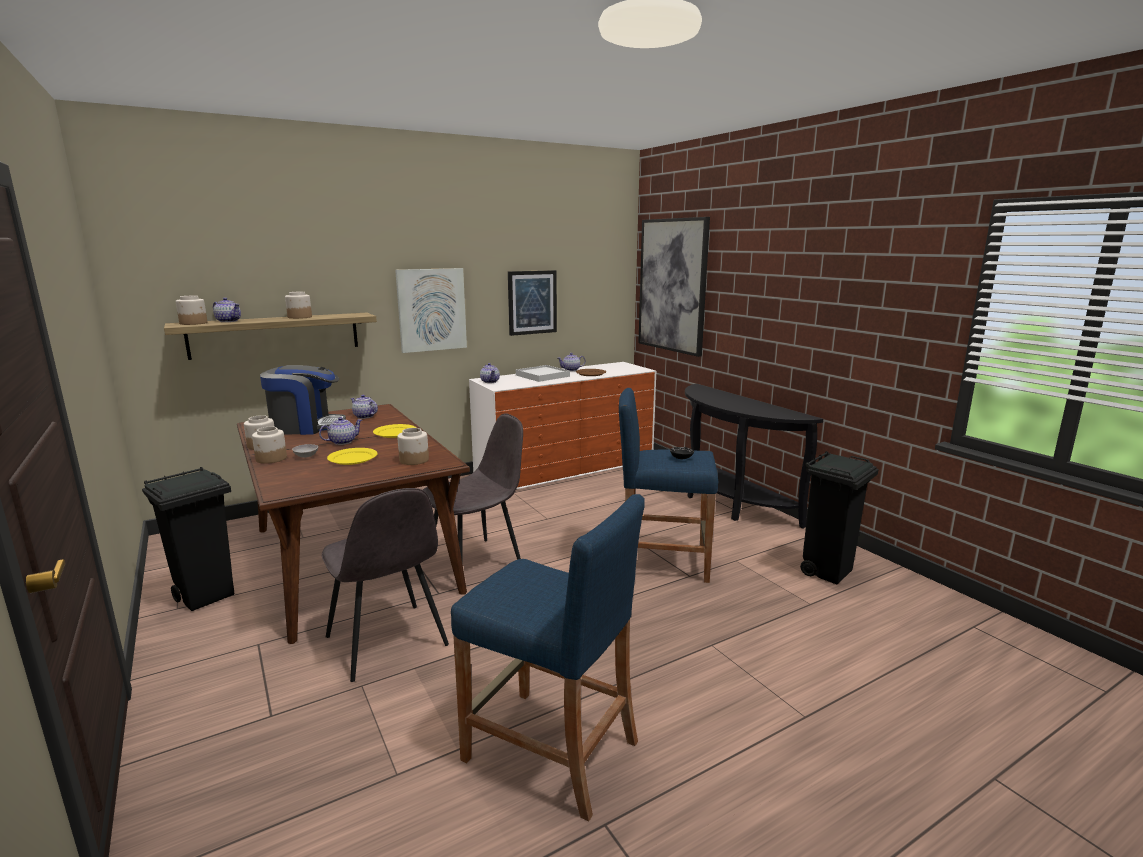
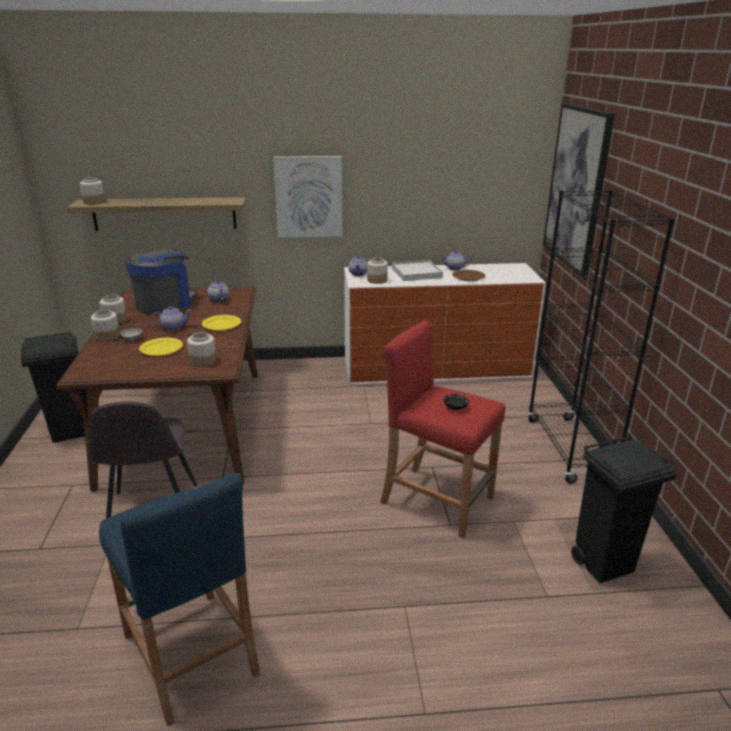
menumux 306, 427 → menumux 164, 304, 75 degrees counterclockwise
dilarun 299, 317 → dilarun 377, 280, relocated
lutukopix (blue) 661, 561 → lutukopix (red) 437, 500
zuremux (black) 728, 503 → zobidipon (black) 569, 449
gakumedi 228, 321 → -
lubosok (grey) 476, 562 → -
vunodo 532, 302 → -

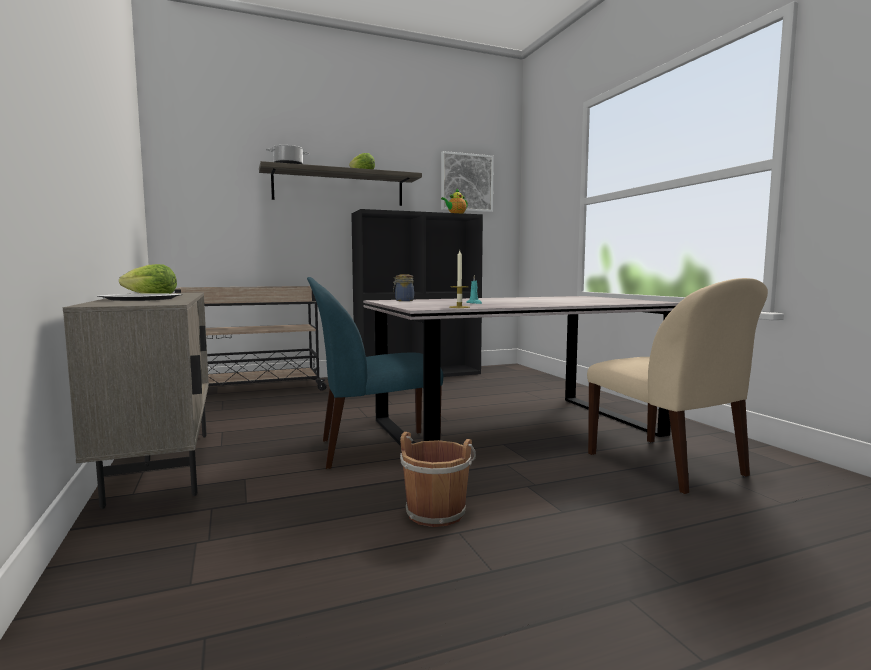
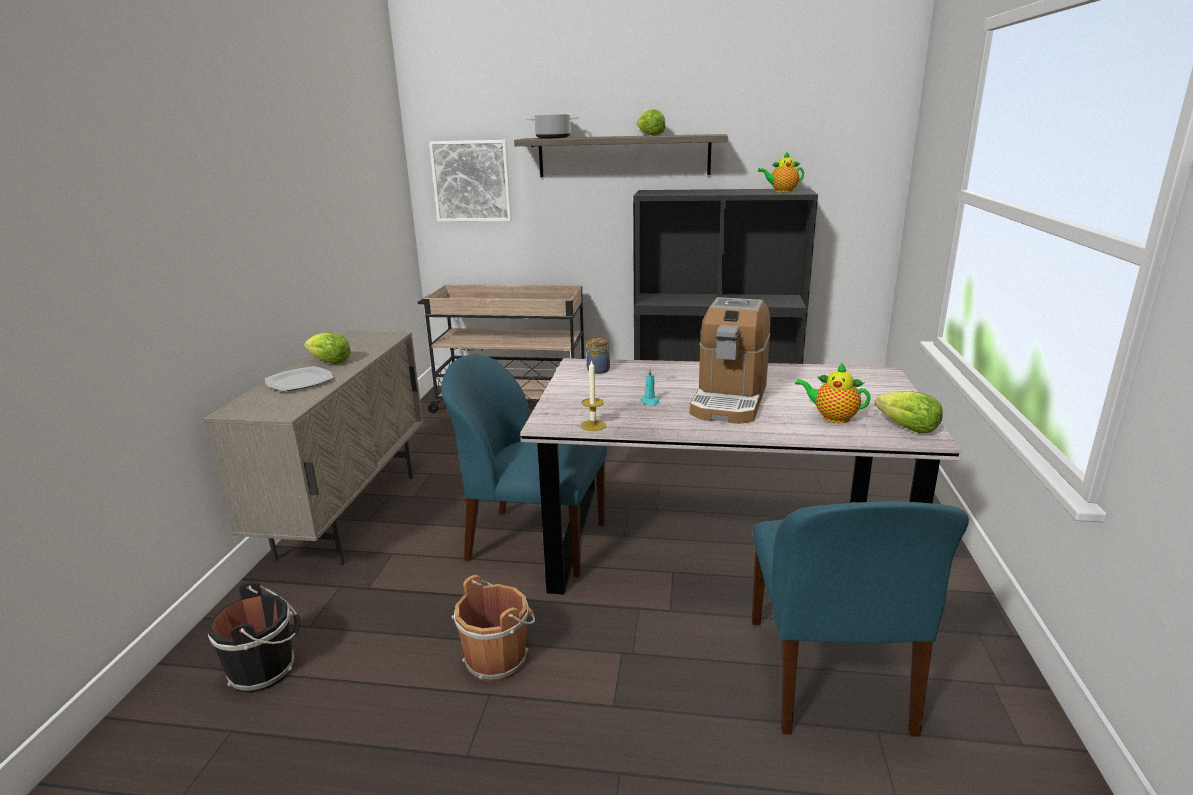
- → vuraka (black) 265, 669
vunodo 466, 182 → vunodo 472, 181, relocated
- → menumux 729, 400
lubosok (beige) 667, 465 → lubosok (blue) 829, 677
- → gakumedi 832, 417
- → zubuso 907, 428

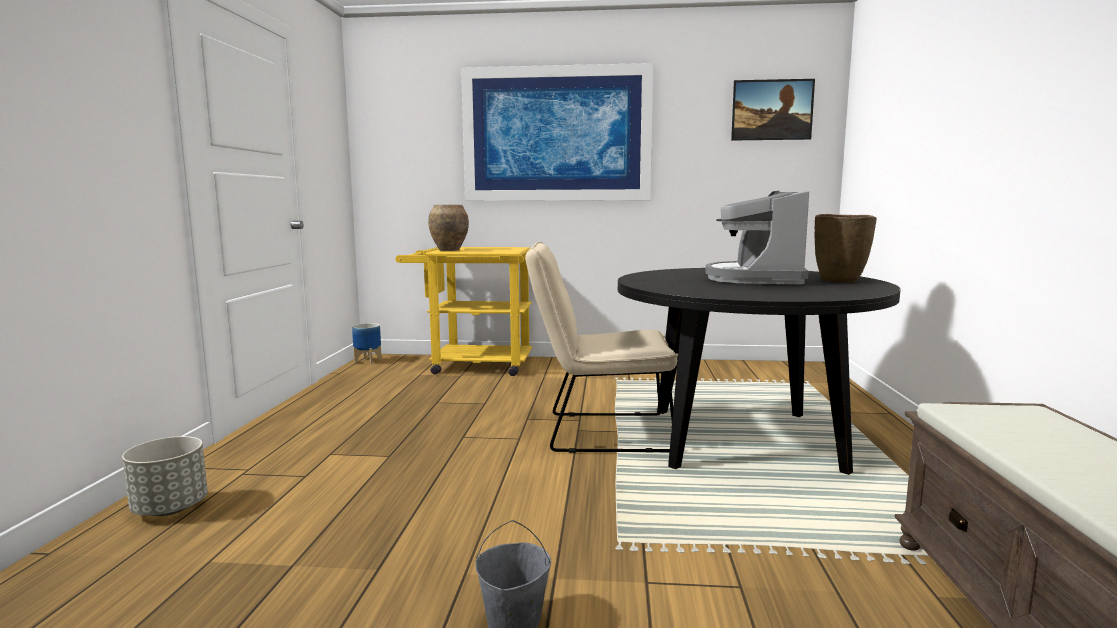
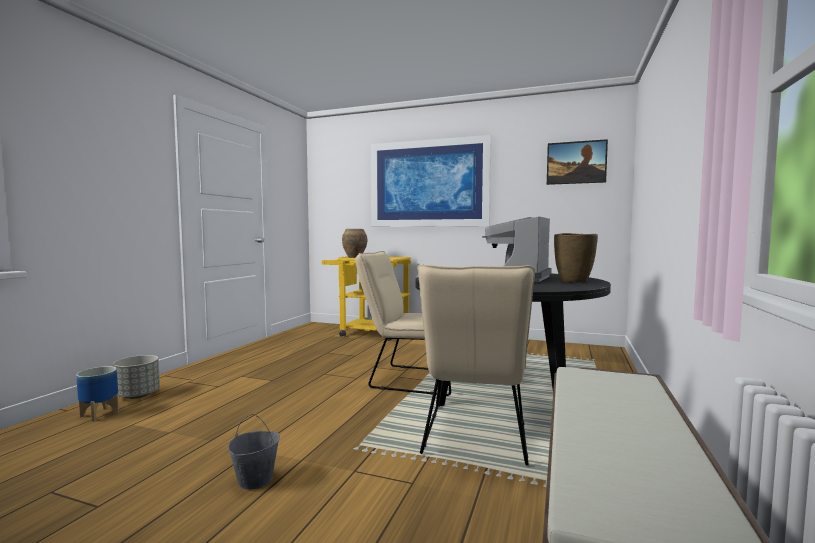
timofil 368, 361 → timofil 100, 414, relocated
- → lubosok (beige) 474, 438

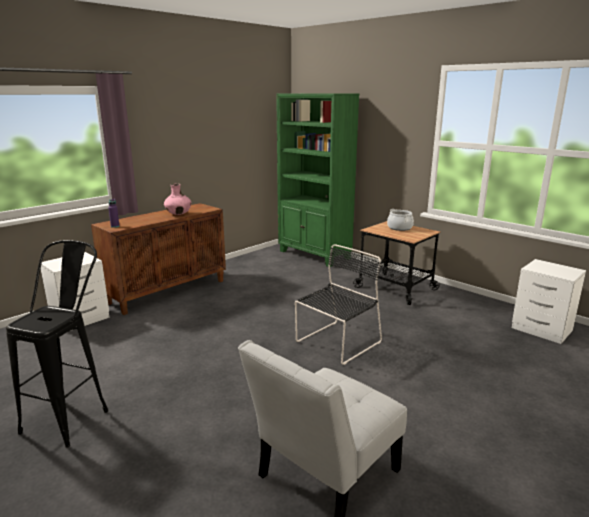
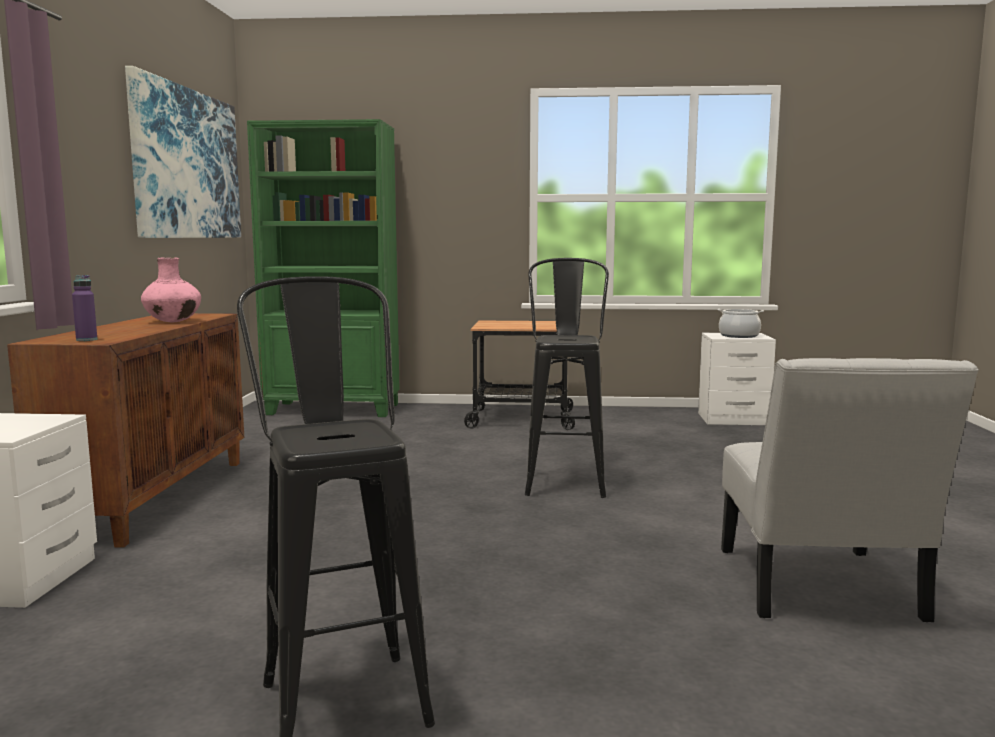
- → vunodo 187, 164
lubosok (black) 336, 343 → lutukopix (black) 565, 481
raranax 399, 228 → raranax 739, 336, relocated

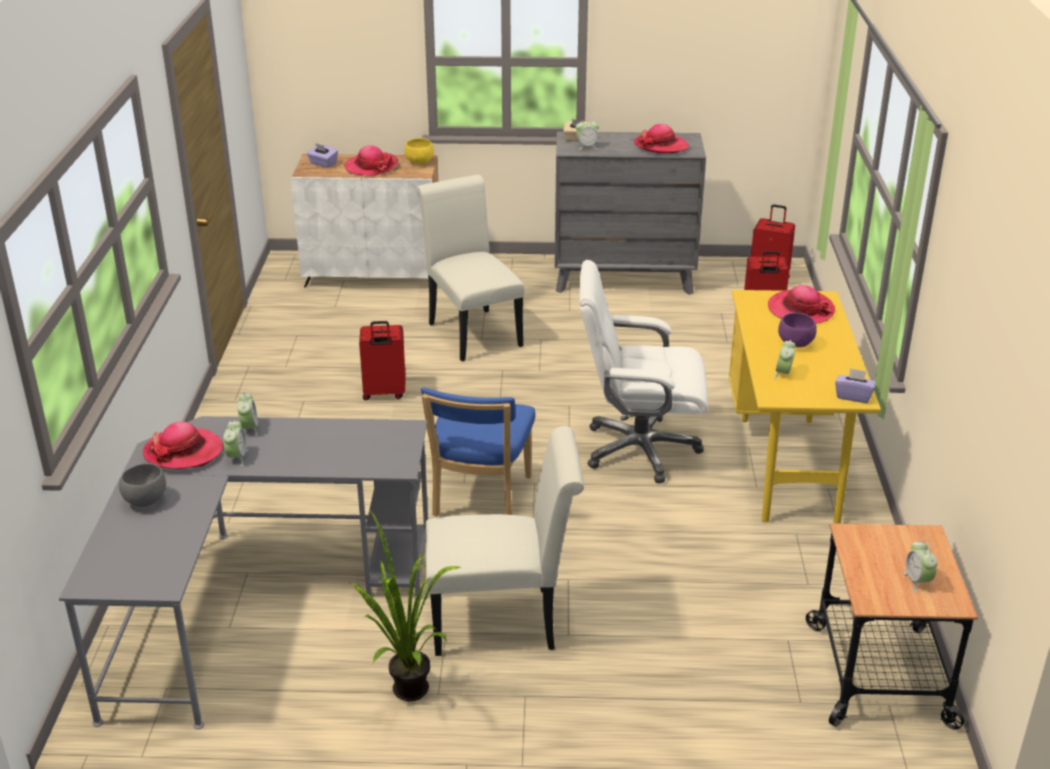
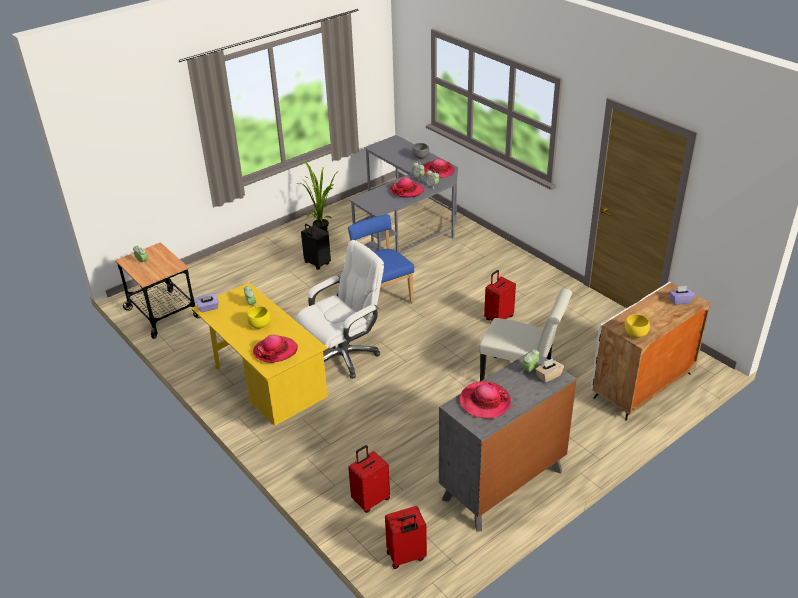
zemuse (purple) 796, 344 → zemuse (yellow) 259, 325
lubosok (white) 503, 621 → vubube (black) 316, 264
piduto 371, 166 → piduto 406, 191, relocated

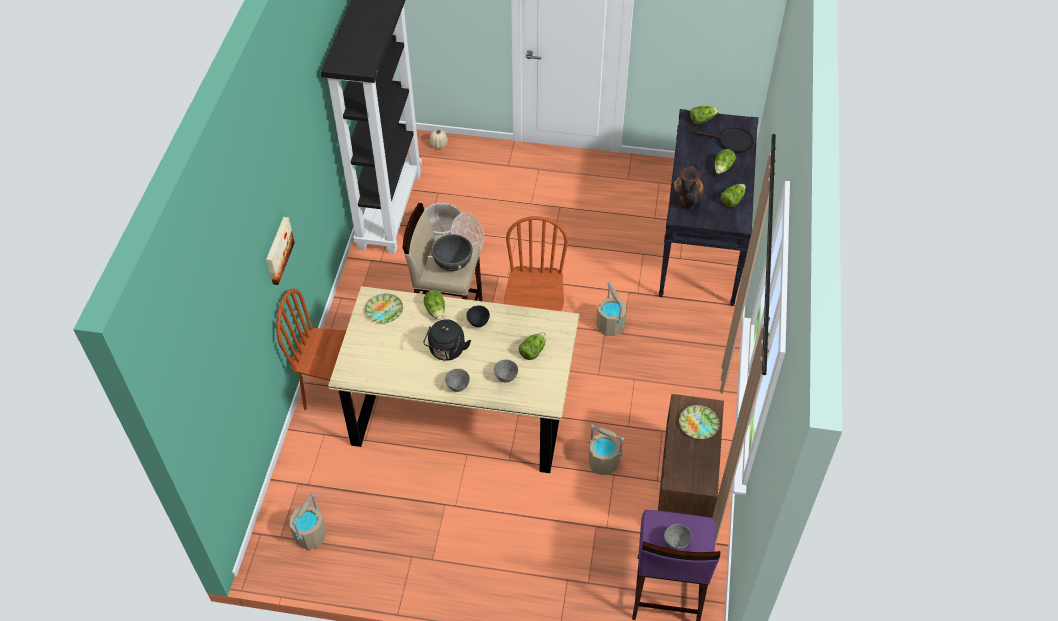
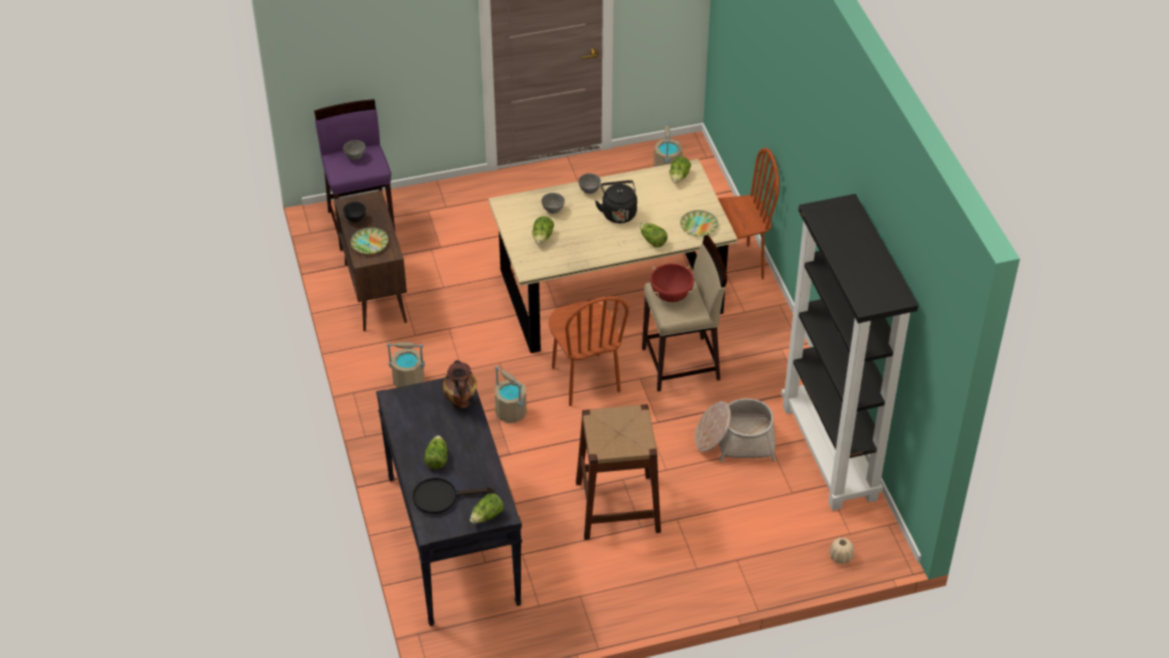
zemuse (black) 479, 323 → zemuse (black) 355, 219, relocated
vuraka (beige) 603, 462 → vuraka (beige) 408, 381, relocated
- → lutukopix (brown) 617, 507
raranax (black) 453, 264 → raranax (red) 671, 295
zubuso 732, 200 → zubuso 679, 177, relocated
vunodo 278, 250 → -

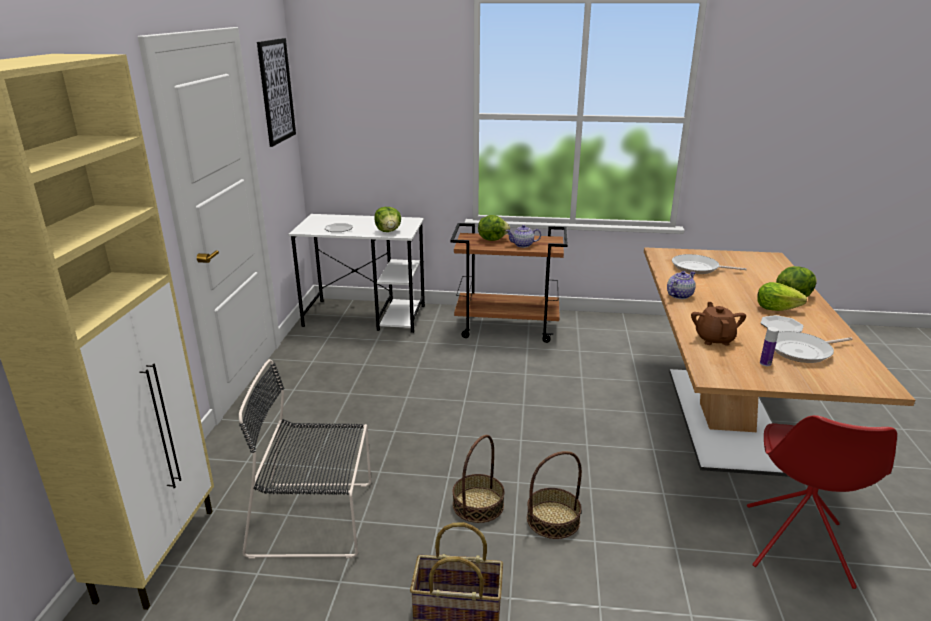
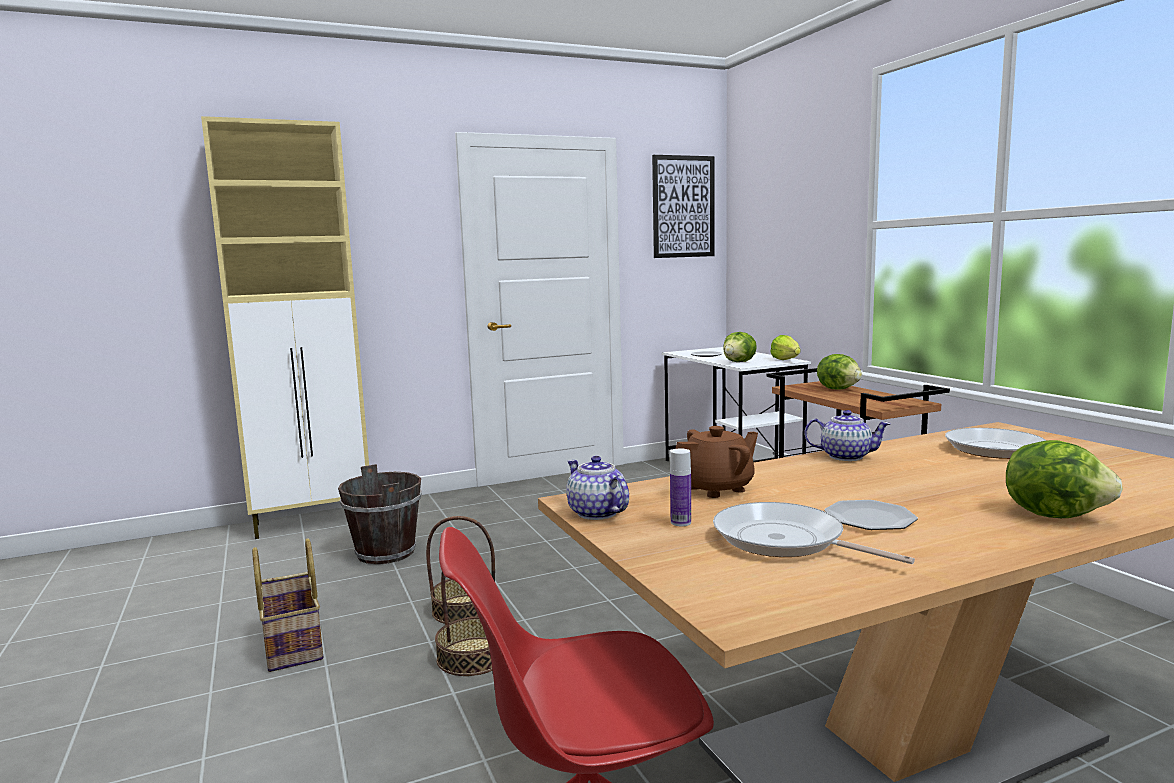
lubosok (black) 316, 518 → vuraka (brown) 386, 553
gakumedi 523, 245 → gakumedi 597, 513, relocated
zubuso 776, 309 → zubuso 786, 360, relocated

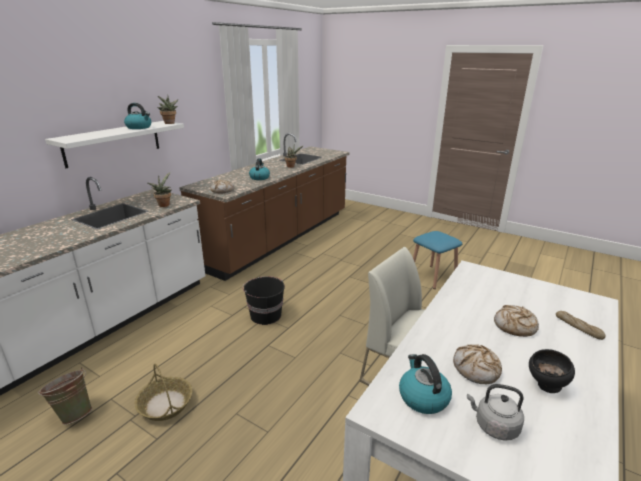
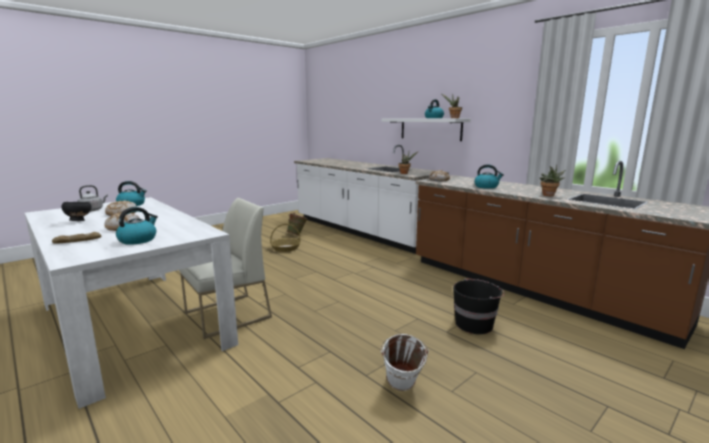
- → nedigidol 138, 240
lutukopix (blue) 432, 277 → vuraka (white) 402, 389
vuraka (black) 265, 315 → vuraka (black) 474, 324, relocated

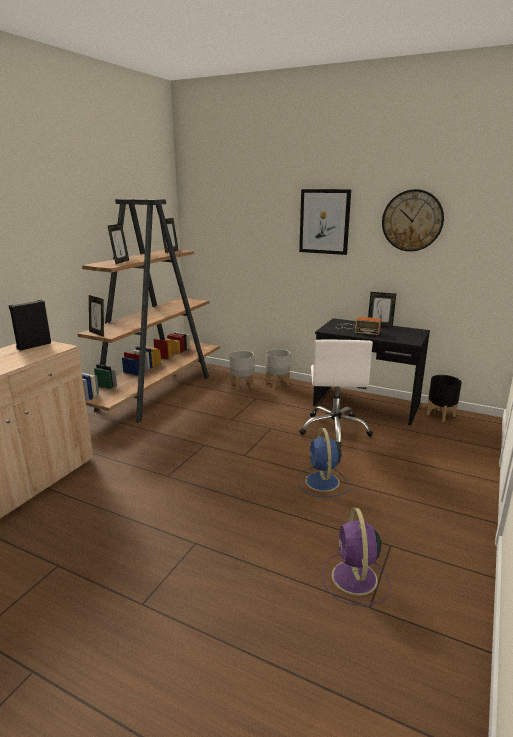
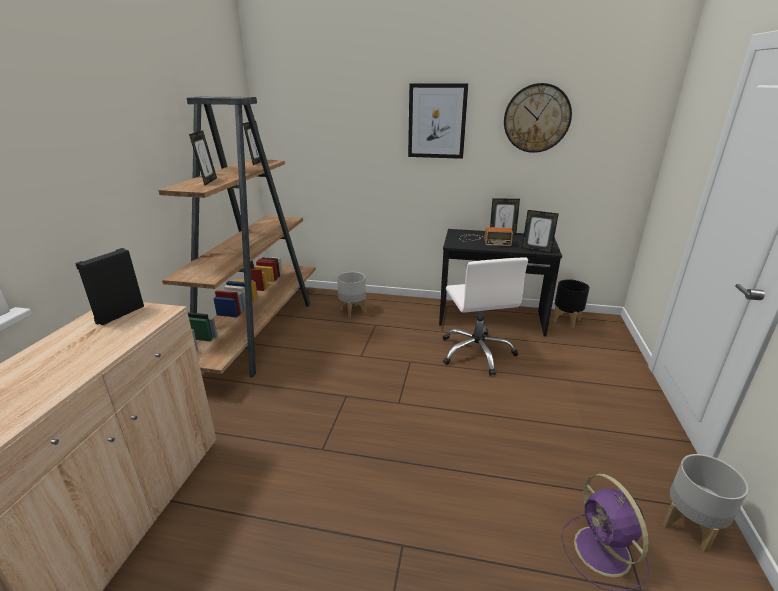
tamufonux 98, 333 → tamufonux 536, 250, relocated
timofil (grey) 277, 384 → timofil (grey) 689, 526, relocated
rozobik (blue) 322, 482 → -

